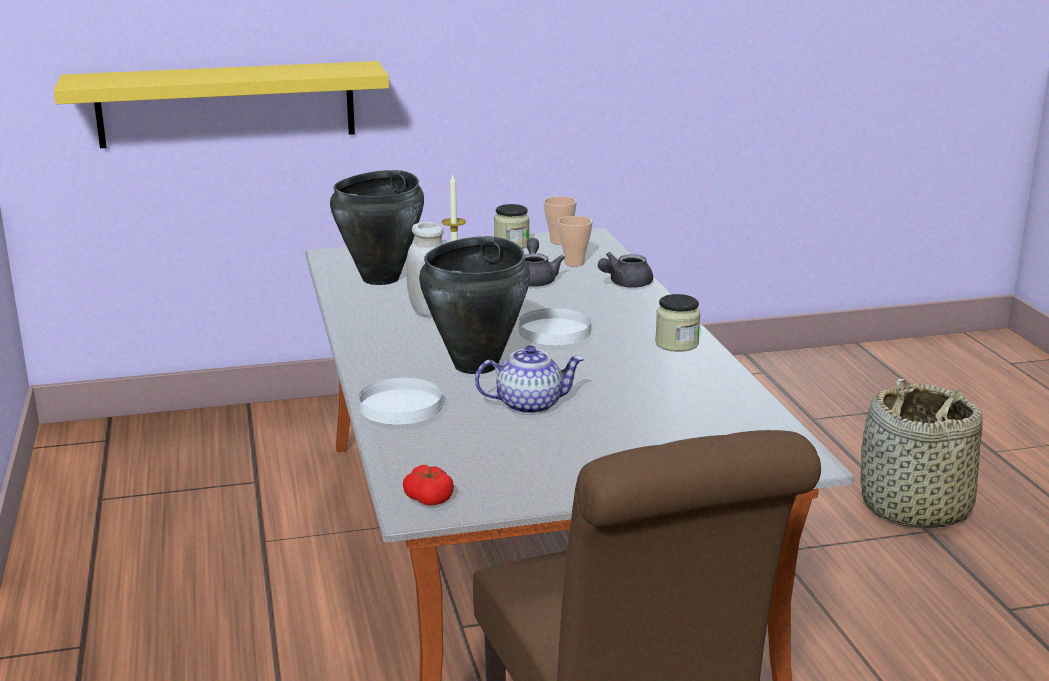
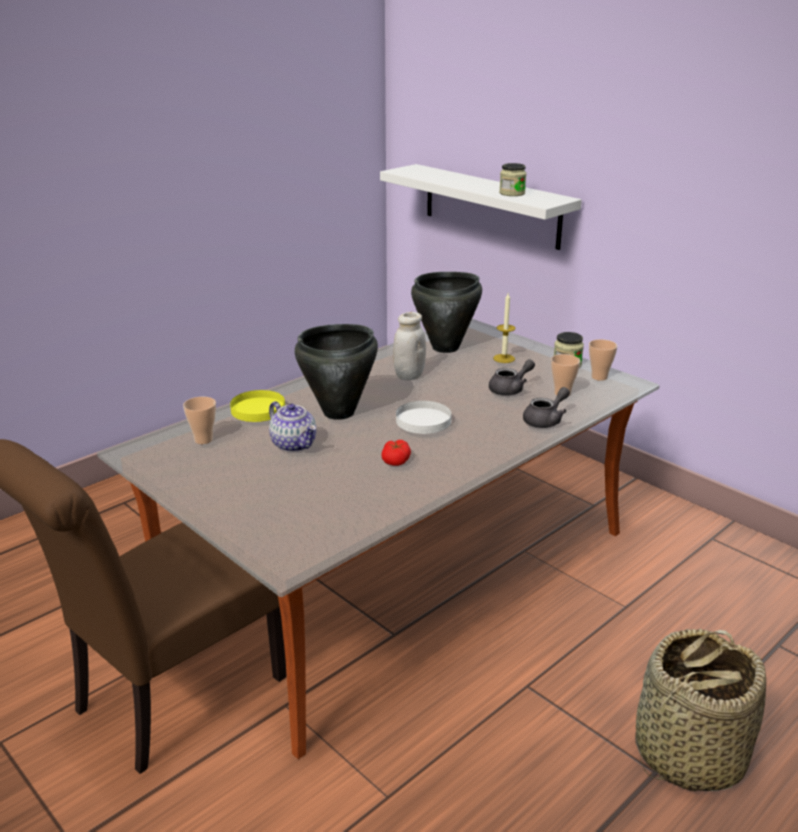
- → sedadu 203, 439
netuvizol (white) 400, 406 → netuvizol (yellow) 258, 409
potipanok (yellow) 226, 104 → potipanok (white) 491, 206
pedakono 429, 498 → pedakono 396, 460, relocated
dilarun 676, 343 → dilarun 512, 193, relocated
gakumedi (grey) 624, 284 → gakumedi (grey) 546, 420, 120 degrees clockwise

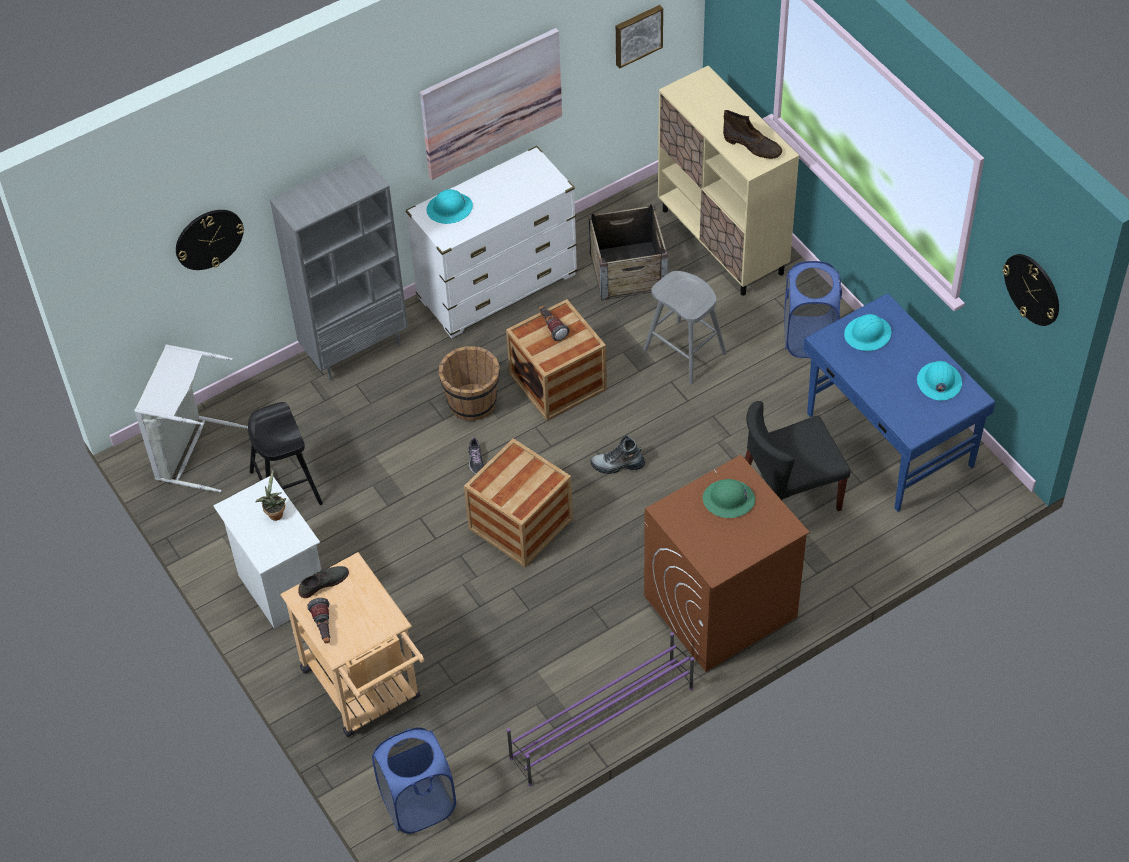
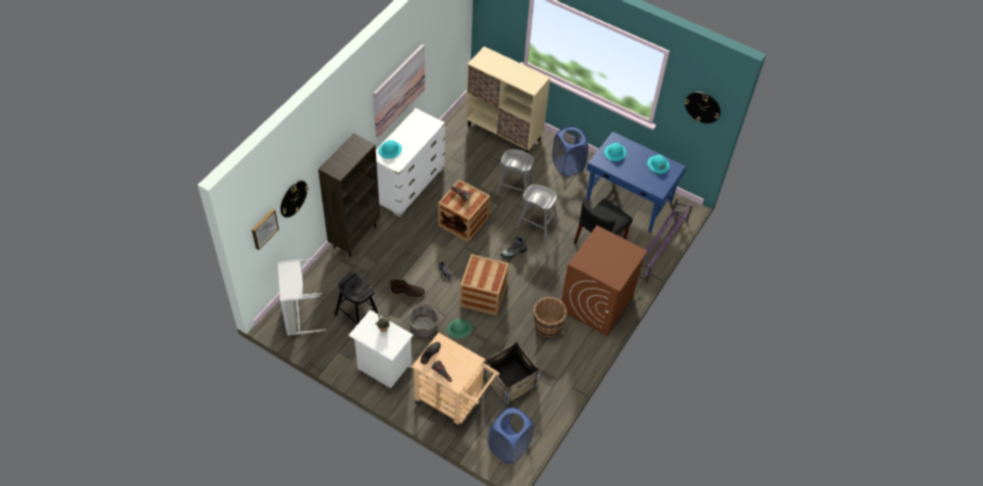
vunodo 637, 35 → vunodo 264, 228, relocated
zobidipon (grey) 355, 348 → zobidipon (brown) 354, 237
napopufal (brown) 753, 146 → napopufal (brown) 408, 291, relocated
- → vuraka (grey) 425, 326
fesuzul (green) 728, 500 → fesuzul (green) 459, 329, relocated
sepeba 628, 270 → sepeba 510, 381, relocated
- → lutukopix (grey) 536, 225
vuraka (brown) 472, 402 → vuraka (brown) 547, 326, relocated
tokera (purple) 600, 723 → tokera (purple) 659, 248, relocated

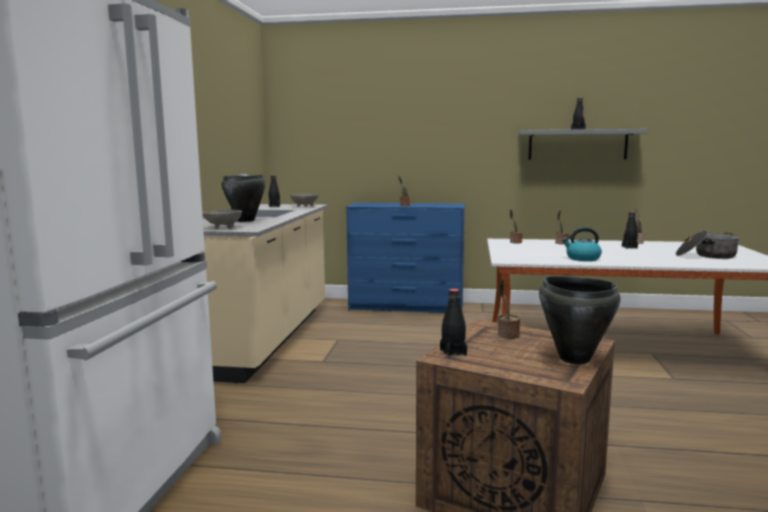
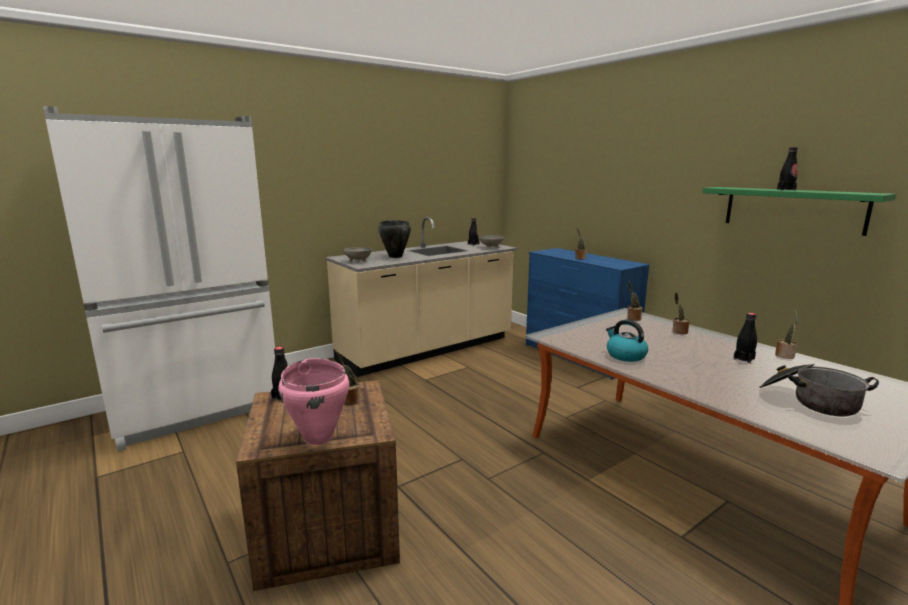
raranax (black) 574, 358 → raranax (pink) 319, 437
potipanok (grey) 577, 144 → potipanok (green) 792, 209

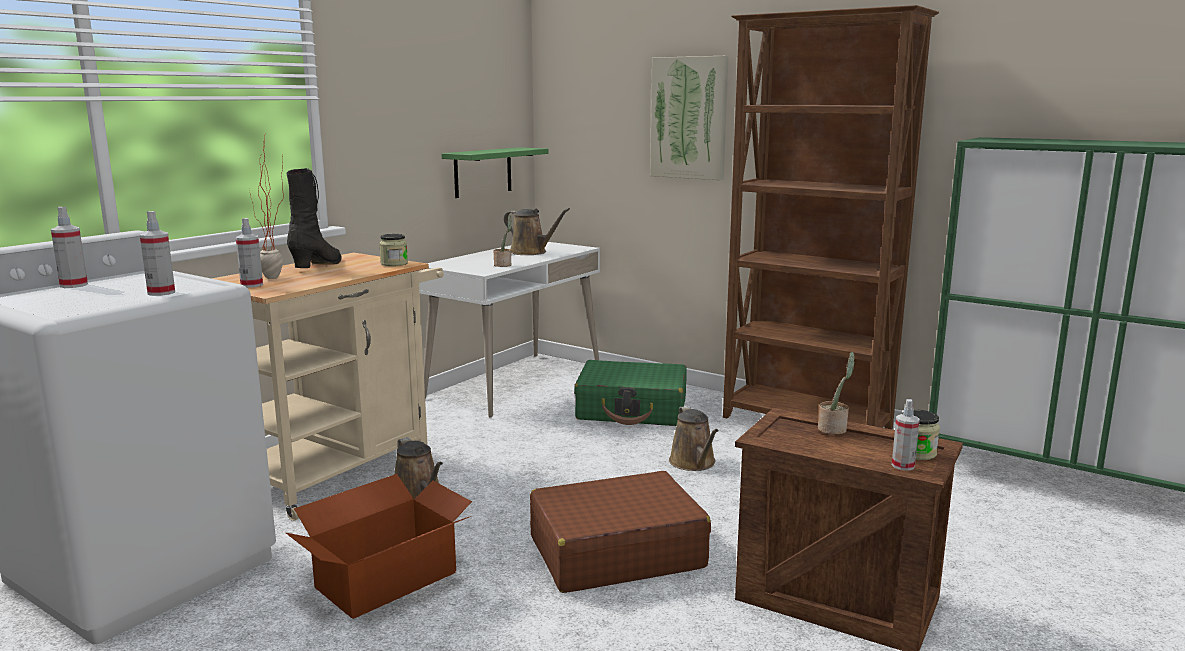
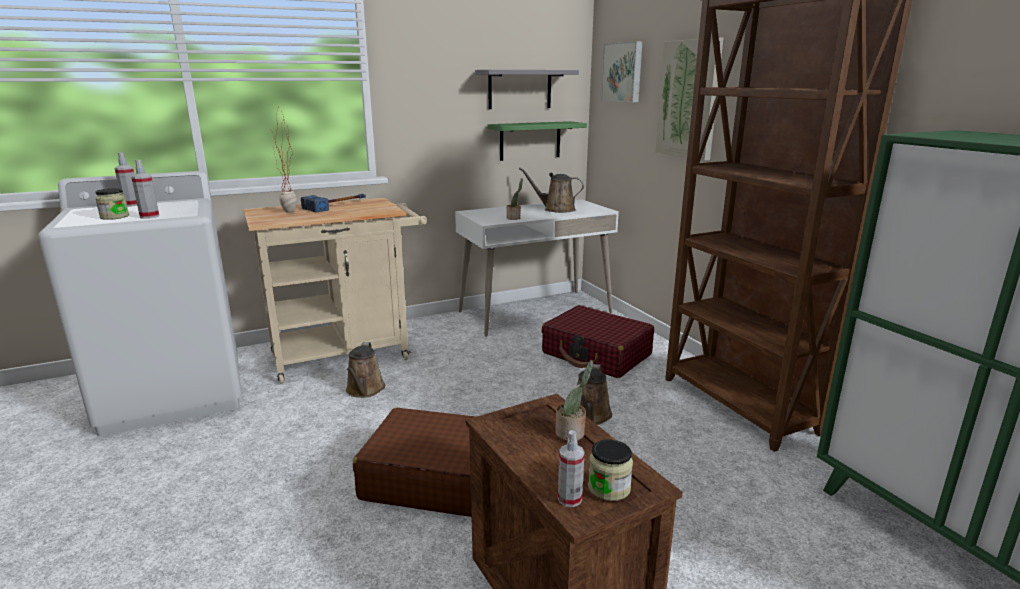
dilarun 394, 263 → dilarun 114, 217, relocated
napopufal (black) 318, 266 → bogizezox 337, 205
- → potipanok (grey) 520, 89
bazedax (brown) 531, 252 → bazedax (brown) 556, 209, 135 degrees clockwise
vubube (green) 632, 410 → vubube (red) 596, 354
- → vunodo 623, 72
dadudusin 251, 285 → -
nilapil 388, 580 → -

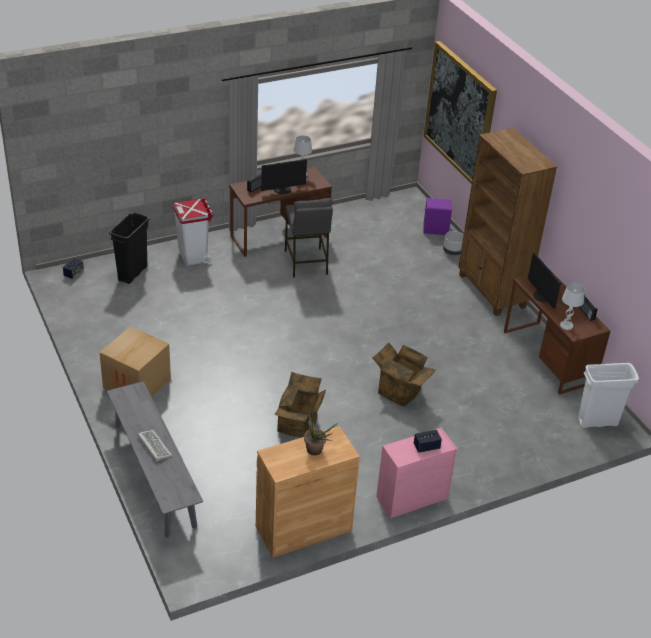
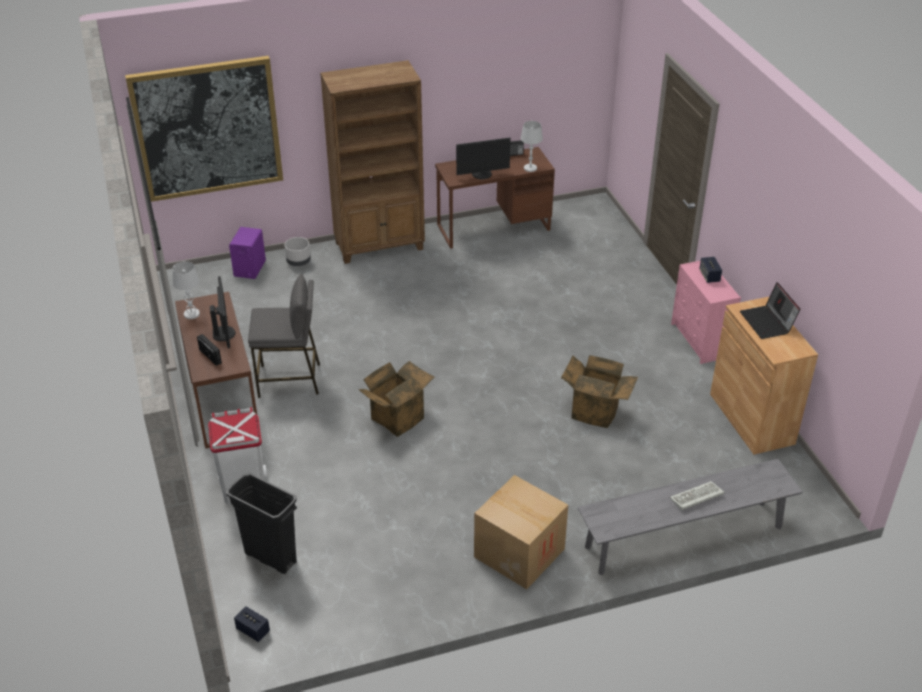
nilapil 401, 391 → nilapil 396, 417, relocated
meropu 317, 452 → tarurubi 767, 323
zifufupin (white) 598, 422 → -

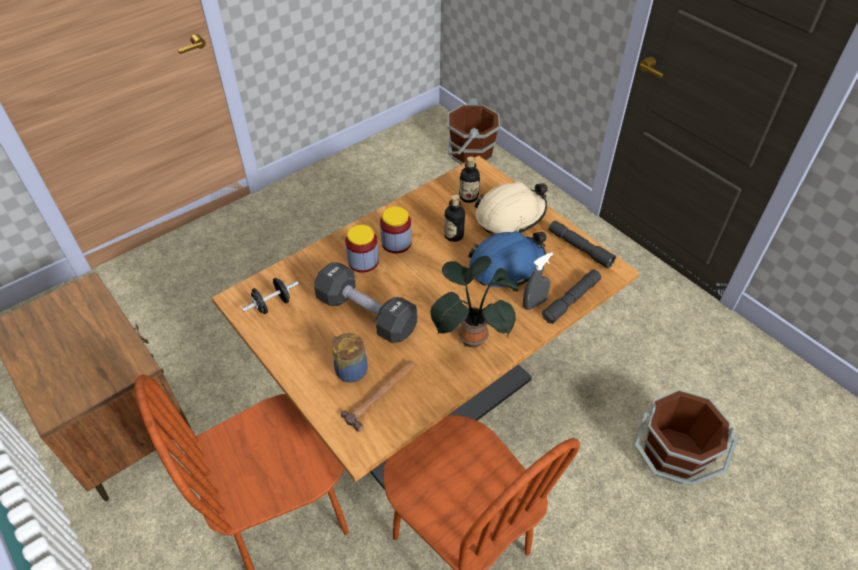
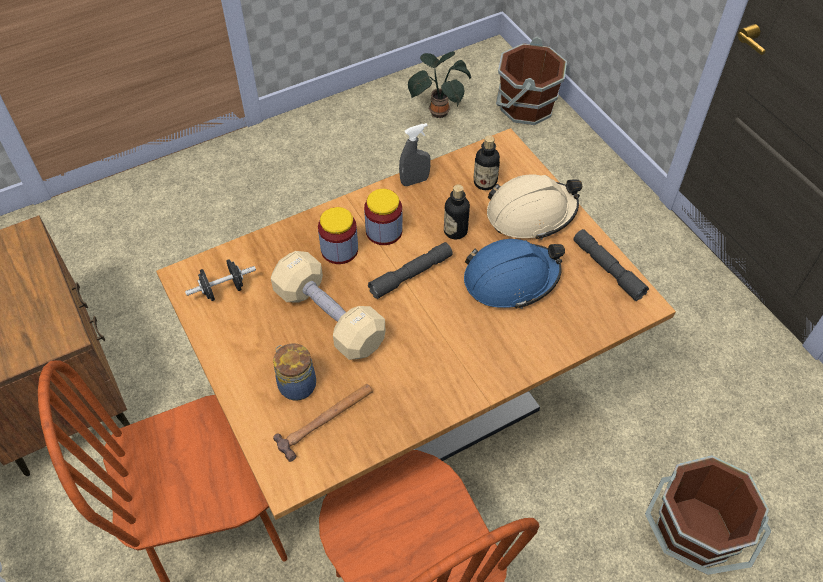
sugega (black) 366, 314 → sugega (beige) 329, 318
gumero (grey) 571, 300 → gumero (grey) 411, 275, relocated
dadudusin (grey) 534, 304 → dadudusin (grey) 414, 181, relocated
meropu 471, 335 → meropu 439, 111, relocated

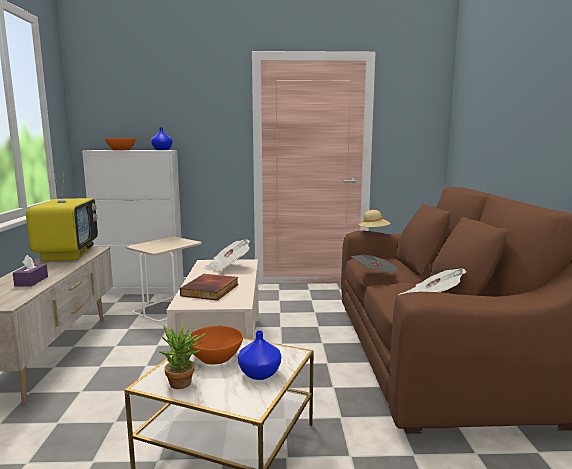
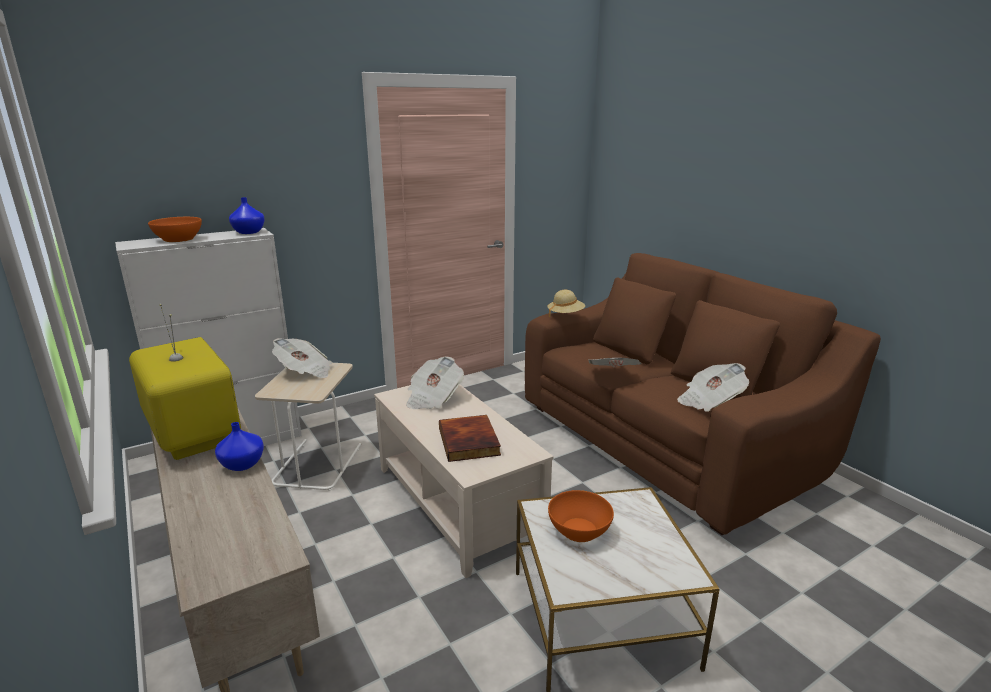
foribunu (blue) 259, 374 → foribunu (blue) 242, 465, relocated
- → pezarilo 305, 372
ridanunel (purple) 31, 281 → -
meropu 184, 385 → -

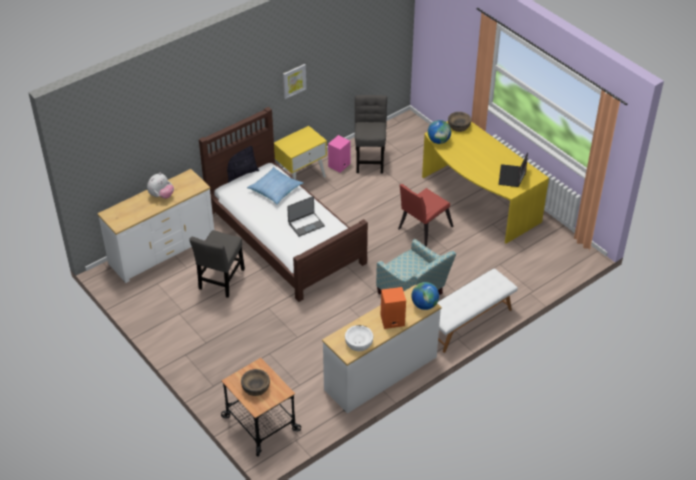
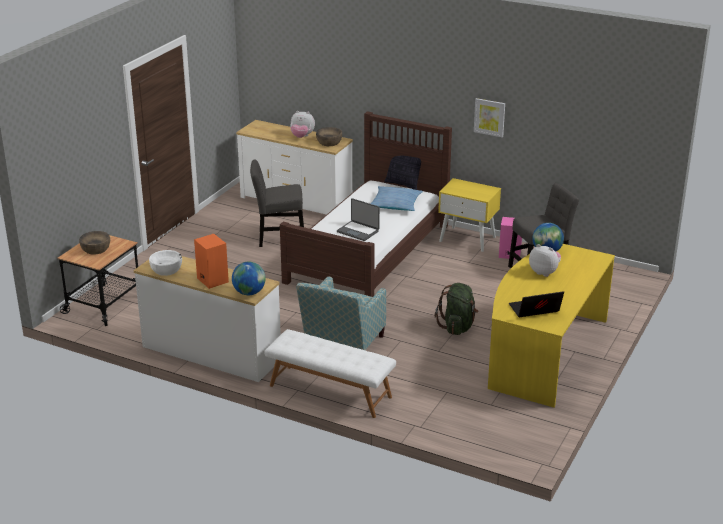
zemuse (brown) 459, 126 → zemuse (brown) 329, 142, relocated
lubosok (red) 422, 229 → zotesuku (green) 457, 327
- → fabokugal 544, 272

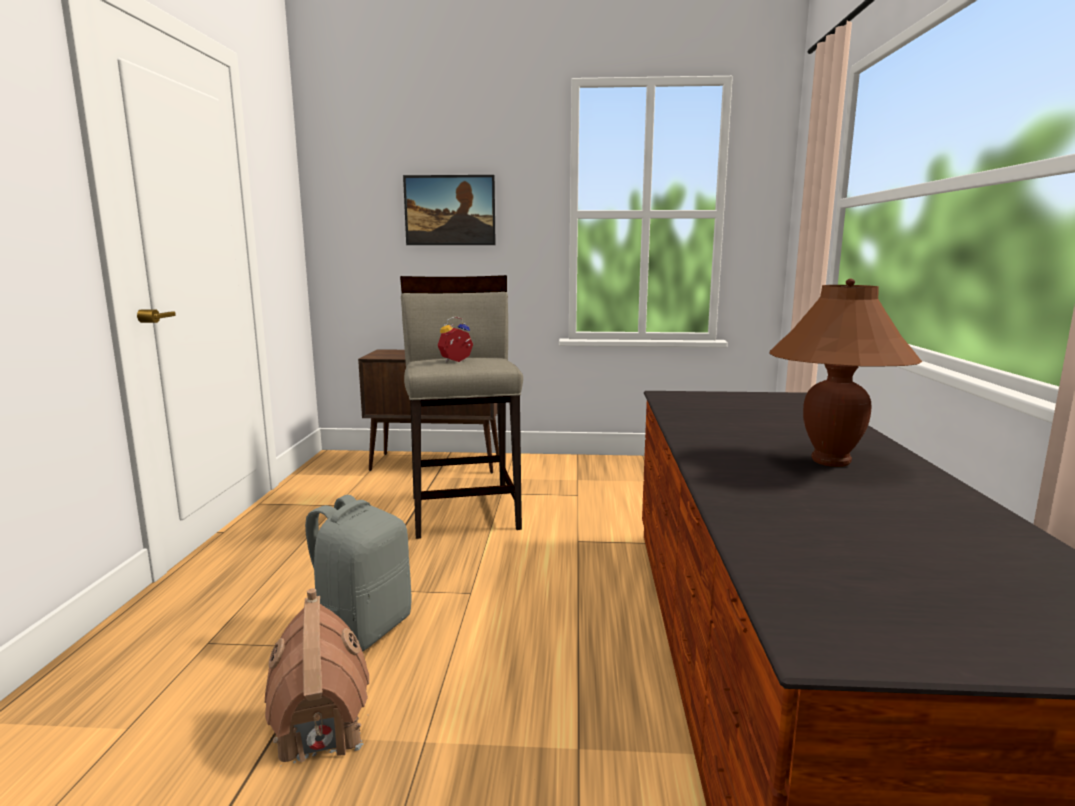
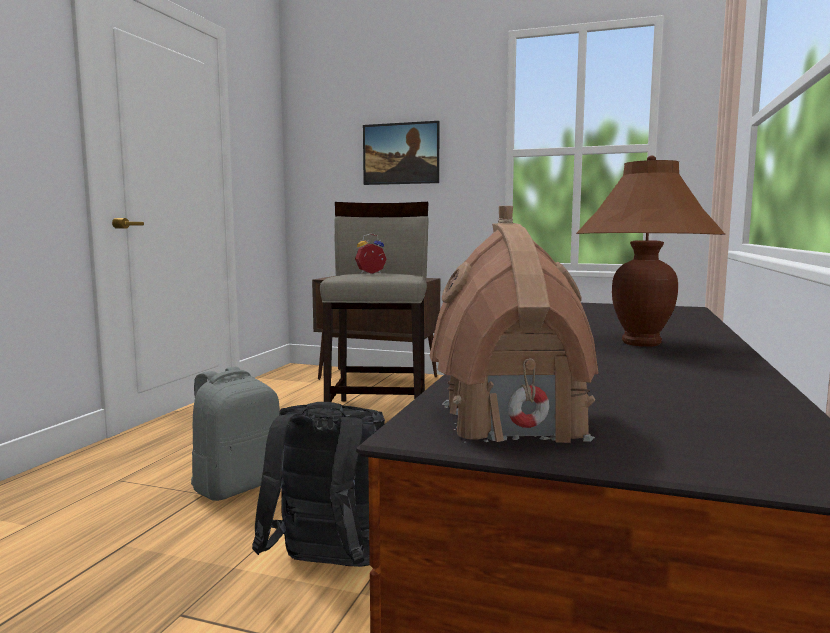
- → zotesuku (black) 327, 567
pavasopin 320, 729 → pavasopin 512, 420, relocated

